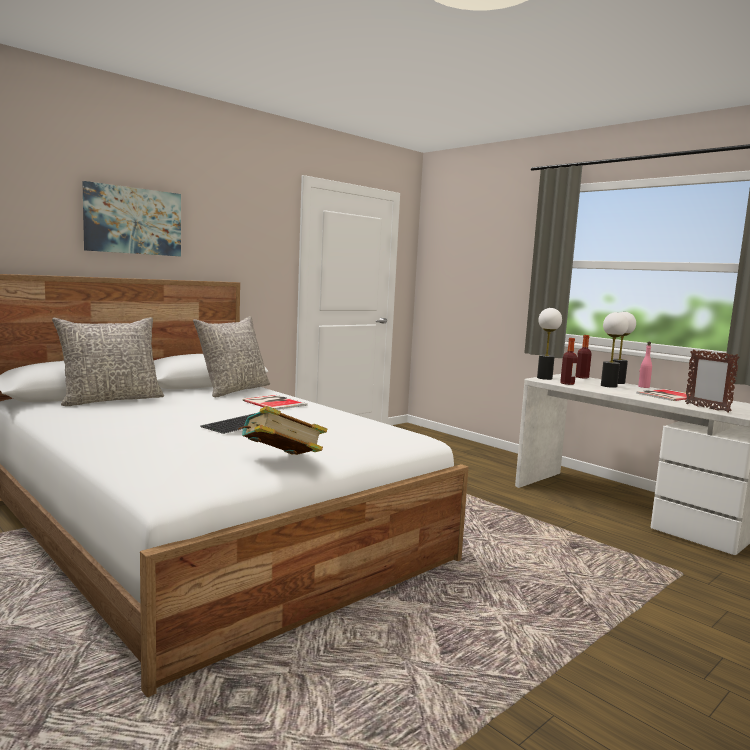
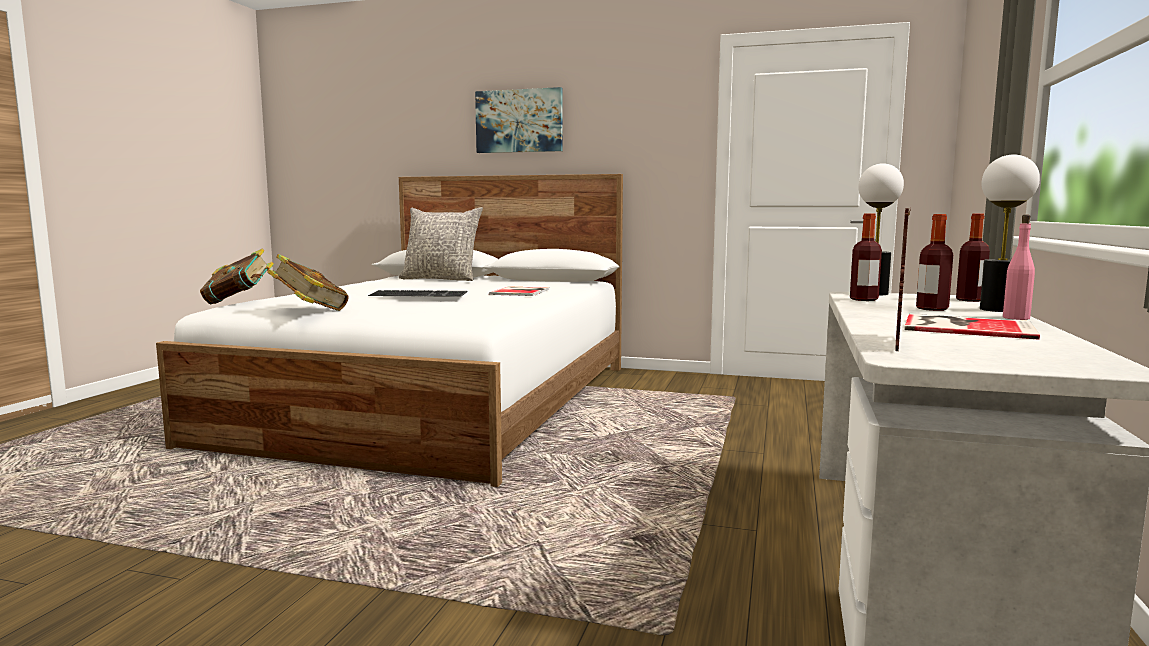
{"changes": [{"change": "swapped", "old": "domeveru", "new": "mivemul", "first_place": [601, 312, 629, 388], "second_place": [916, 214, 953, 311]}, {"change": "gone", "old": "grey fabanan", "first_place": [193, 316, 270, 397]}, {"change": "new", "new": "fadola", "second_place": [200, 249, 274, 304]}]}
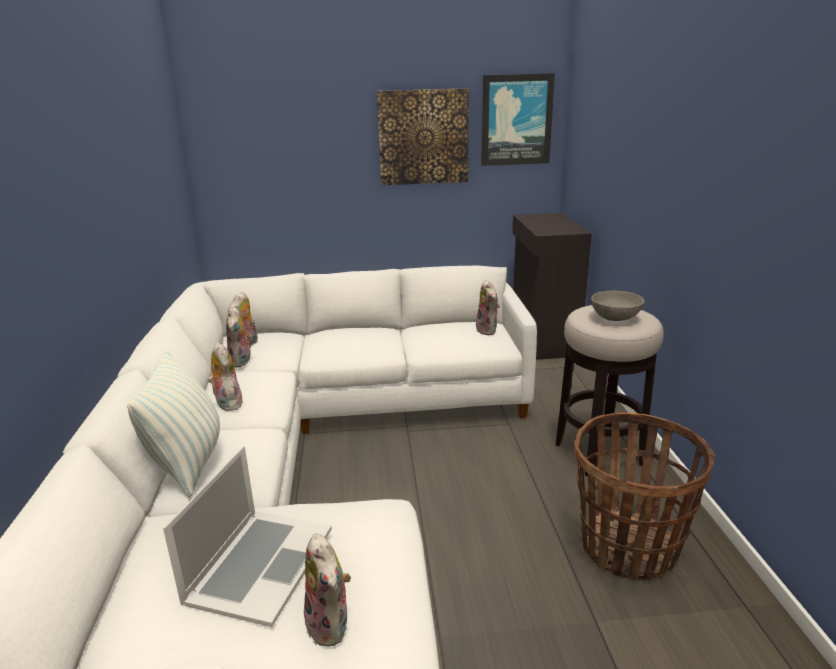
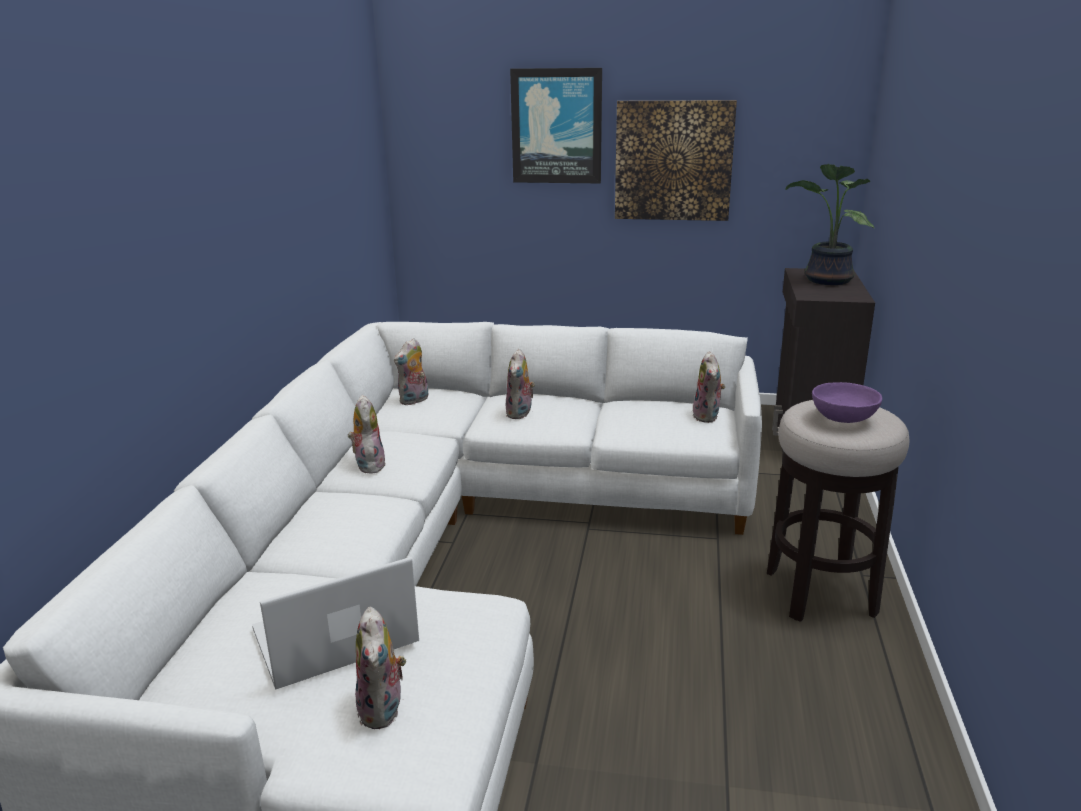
{"changes": [{"change": "shifted", "old": "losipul", "first_place": [481, 73, 555, 166], "second_place": [510, 68, 602, 183]}, {"change": "repainted", "old": "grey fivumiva", "new": "purple fivumiva", "first_place": [591, 291, 645, 321], "second_place": [812, 382, 882, 423]}, {"change": "shifted", "old": "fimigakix", "first_place": [226, 306, 252, 368], "second_place": [506, 349, 535, 419]}, {"change": "gone", "old": "fabanan", "first_place": [127, 349, 220, 497]}, {"change": "gone", "old": "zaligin", "first_place": [574, 412, 715, 580]}, {"change": "rotated", "old": "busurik", "first_place": [163, 446, 332, 627], "second_place": [252, 557, 419, 689], "degrees": -150}, {"change": "new", "new": "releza", "second_place": [786, 164, 874, 285]}]}
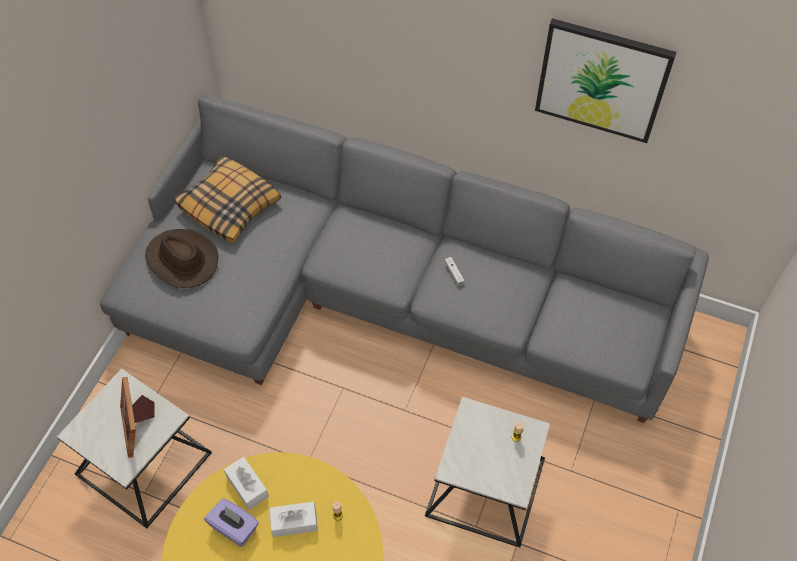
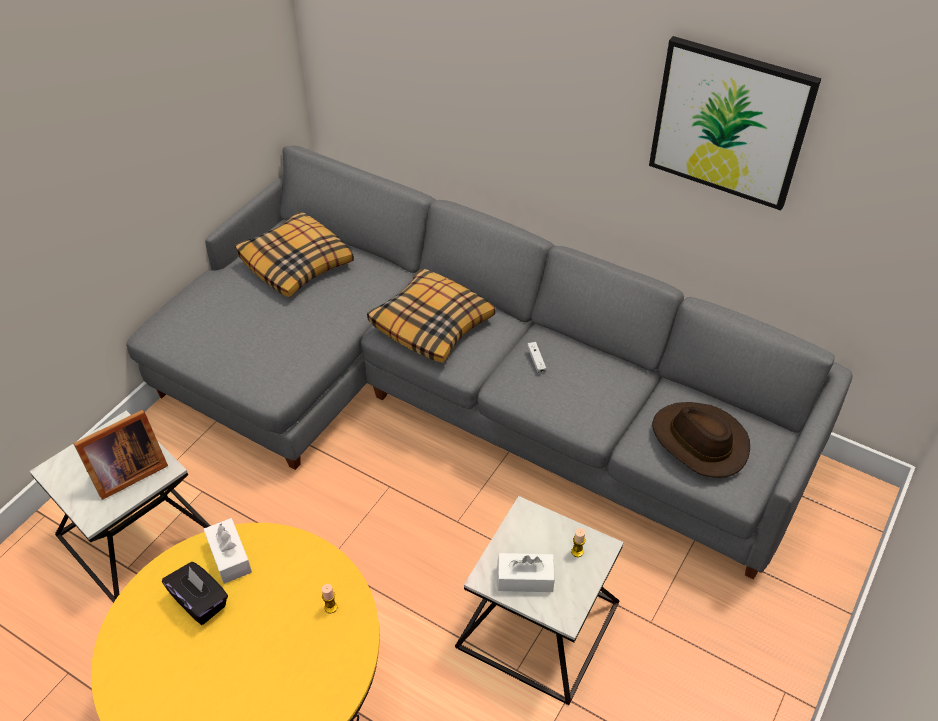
{"changes": [{"change": "shifted", "old": "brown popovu", "first_place": [145, 229, 218, 288], "second_place": [652, 402, 750, 478]}, {"change": "rotated", "old": "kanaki", "first_place": [120, 377, 155, 458], "second_place": [73, 410, 168, 500], "degrees": -120}, {"change": "repainted", "old": "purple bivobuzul", "new": "black bivobuzul", "first_place": [204, 498, 259, 547], "second_place": [162, 562, 228, 625]}, {"change": "shifted", "old": "white bivobuzul", "first_place": [269, 502, 318, 537], "second_place": [497, 553, 555, 592]}, {"change": "new", "new": "fabanan", "second_place": [367, 268, 495, 363]}]}
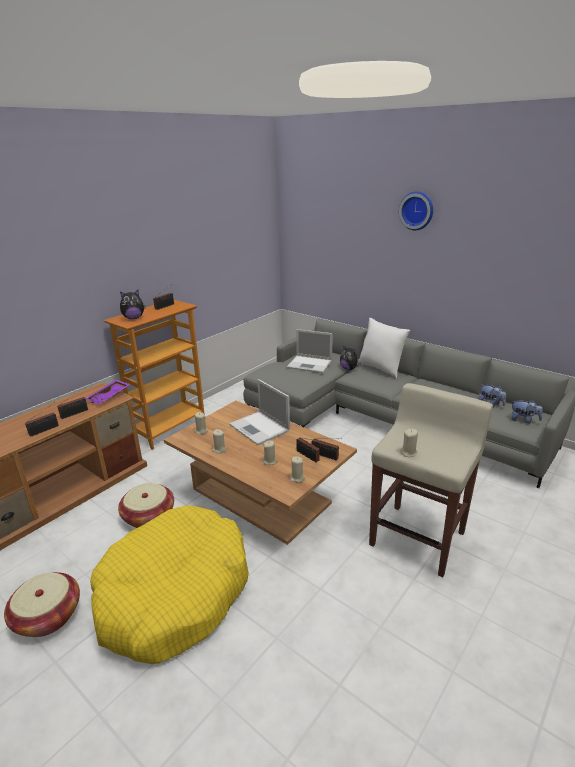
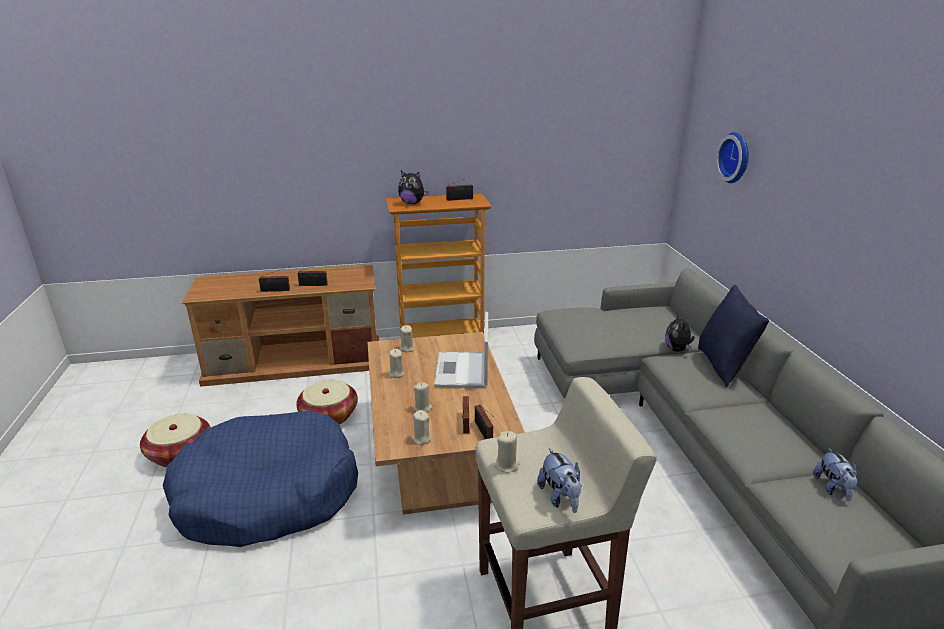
{"changes": [{"change": "shifted", "old": "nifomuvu", "first_place": [399, 191, 433, 230], "second_place": [716, 132, 749, 183]}, {"change": "repainted", "old": "white fabanan", "new": "blue fabanan", "first_place": [358, 318, 410, 378], "second_place": [698, 285, 769, 387]}, {"change": "gone", "old": "busurik", "first_place": [287, 329, 333, 373]}, {"change": "gone", "old": "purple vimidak", "first_place": [85, 380, 130, 404]}, {"change": "shifted", "old": "fimigakix", "first_place": [511, 400, 543, 424], "second_place": [537, 448, 582, 513]}, {"change": "repainted", "old": "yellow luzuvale", "new": "blue luzuvale", "first_place": [90, 505, 249, 664], "second_place": [163, 411, 358, 547]}]}
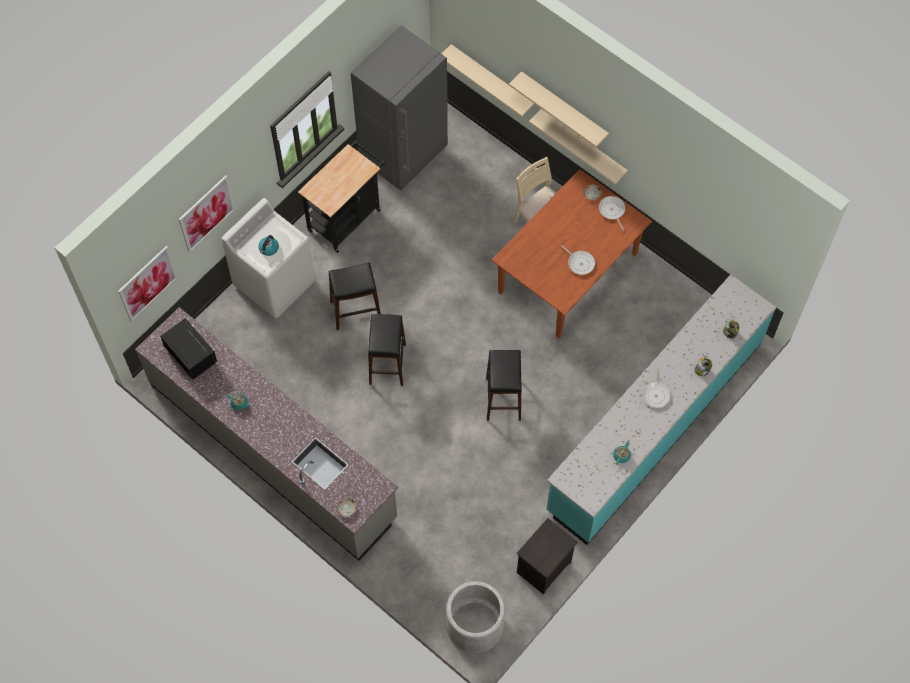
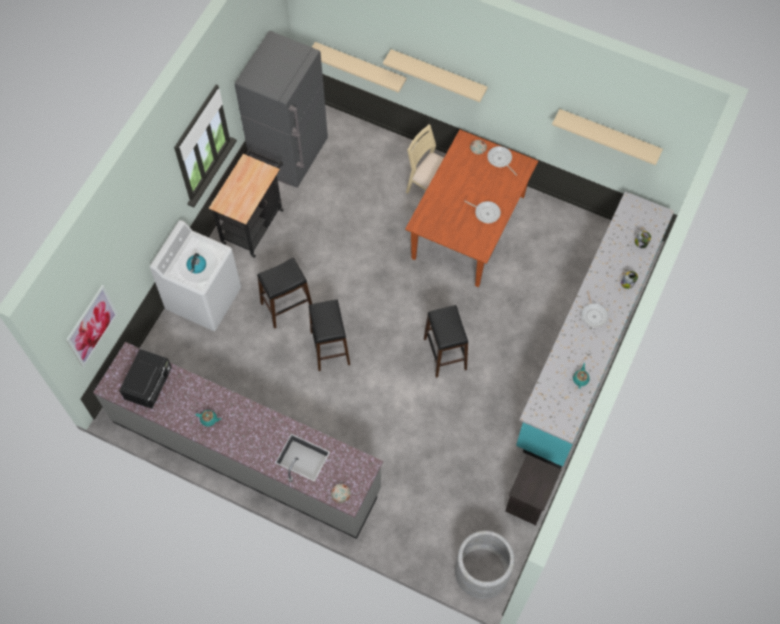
{"changes": [{"change": "shifted", "old": "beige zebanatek", "first_place": [529, 109, 628, 184], "second_place": [552, 109, 663, 165]}, {"change": "gone", "old": "losipul", "first_place": [179, 175, 235, 252]}, {"change": "rotated", "old": "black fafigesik", "first_place": [160, 318, 218, 380], "second_place": [119, 349, 172, 409], "degrees": 75}]}
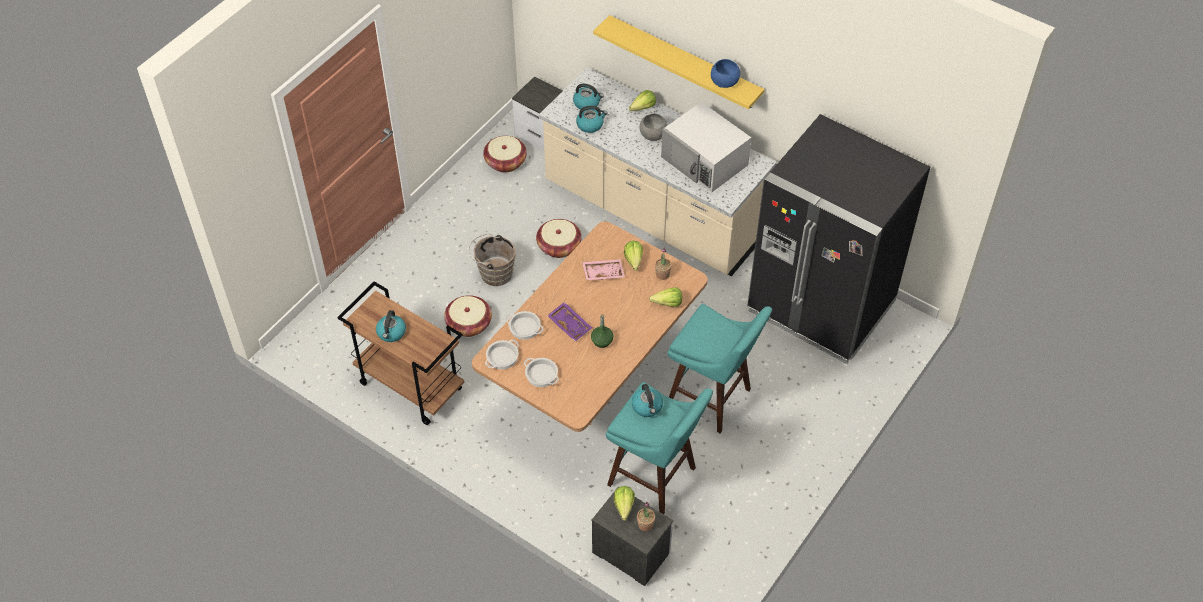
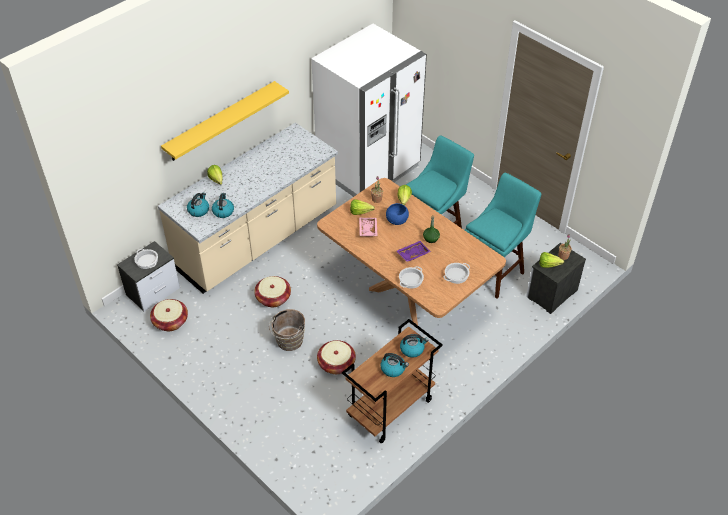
{"changes": [{"change": "shifted", "old": "blue fivumiva", "first_place": [711, 59, 740, 88], "second_place": [386, 203, 409, 225]}, {"change": "gone", "old": "white fafigesik", "first_place": [661, 102, 751, 192]}, {"change": "gone", "old": "grey fivumiva", "first_place": [639, 114, 667, 141]}, {"change": "repainted", "old": "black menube", "new": "white menube", "first_place": [747, 114, 930, 364], "second_place": [311, 24, 427, 197]}, {"change": "shifted", "old": "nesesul", "first_place": [485, 340, 519, 370], "second_place": [134, 249, 158, 269]}, {"change": "shifted", "old": "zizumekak", "first_place": [632, 384, 663, 417], "second_place": [400, 334, 428, 358]}]}
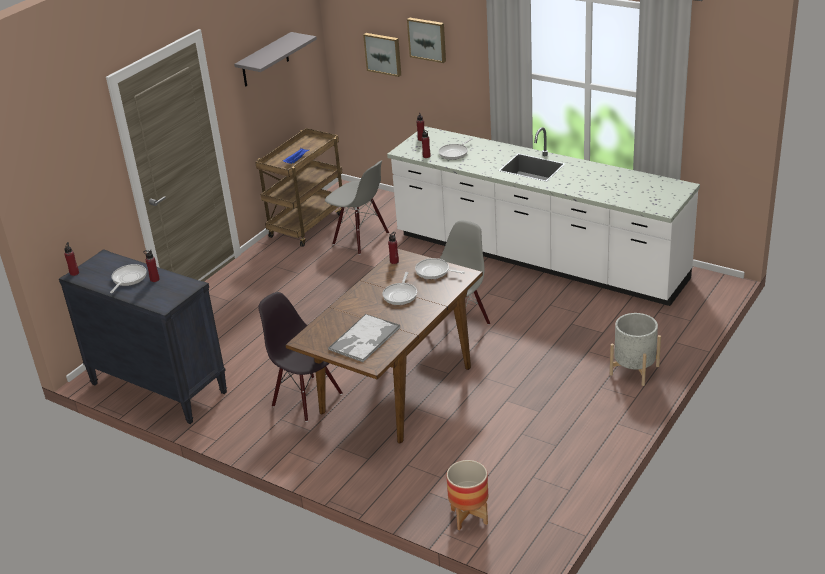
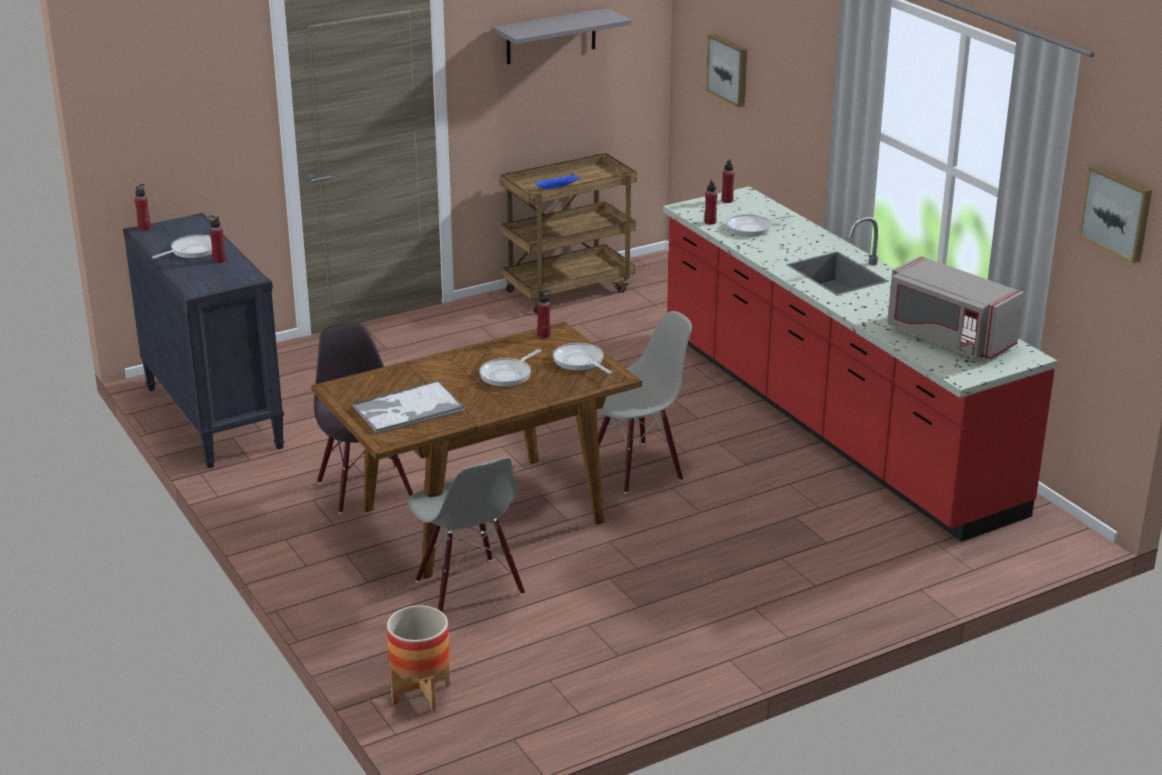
{"changes": [{"change": "shifted", "old": "losipul", "first_place": [407, 18, 446, 63], "second_place": [1078, 165, 1152, 264]}, {"change": "repainted", "old": "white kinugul", "new": "red kinugul", "first_place": [387, 126, 700, 306], "second_place": [663, 187, 1057, 542]}, {"change": "shifted", "old": "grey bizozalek", "first_place": [325, 161, 389, 255], "second_place": [408, 457, 525, 612]}, {"change": "gone", "old": "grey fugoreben", "first_place": [610, 313, 661, 386]}, {"change": "new", "new": "grey fafigesik", "second_place": [887, 256, 1024, 359]}]}
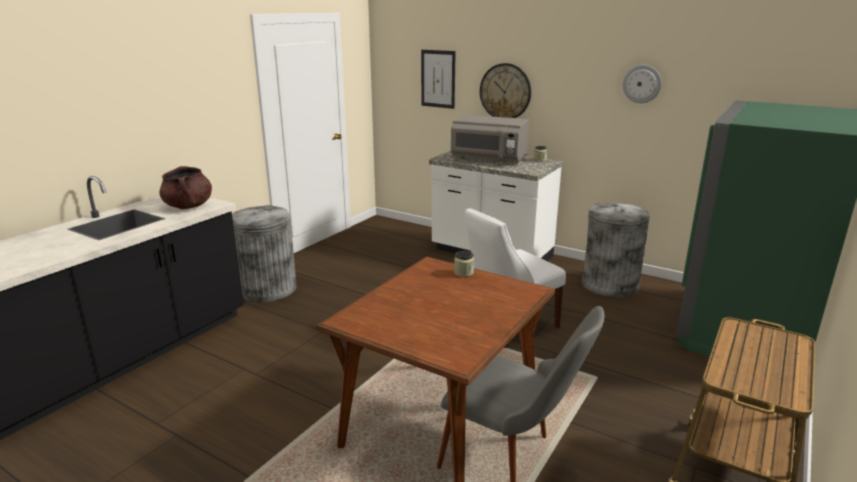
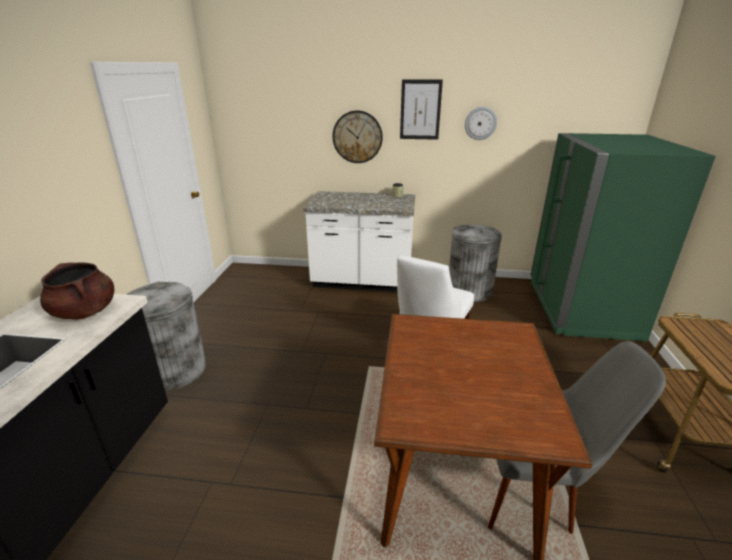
{"changes": [{"change": "shifted", "old": "losipul", "first_place": [421, 50, 456, 109], "second_place": [400, 79, 443, 140]}, {"change": "gone", "old": "grey fafigesik", "first_place": [451, 115, 530, 163]}, {"change": "gone", "old": "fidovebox", "first_place": [454, 251, 474, 277]}]}
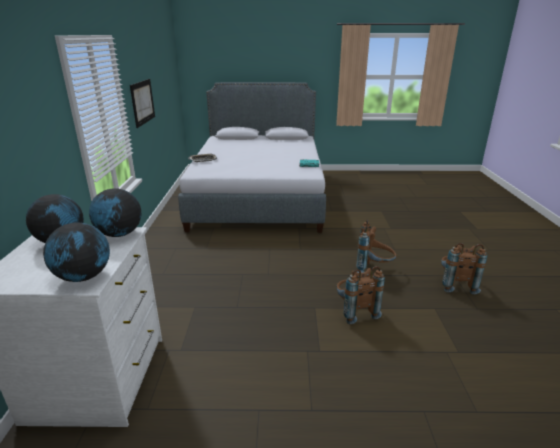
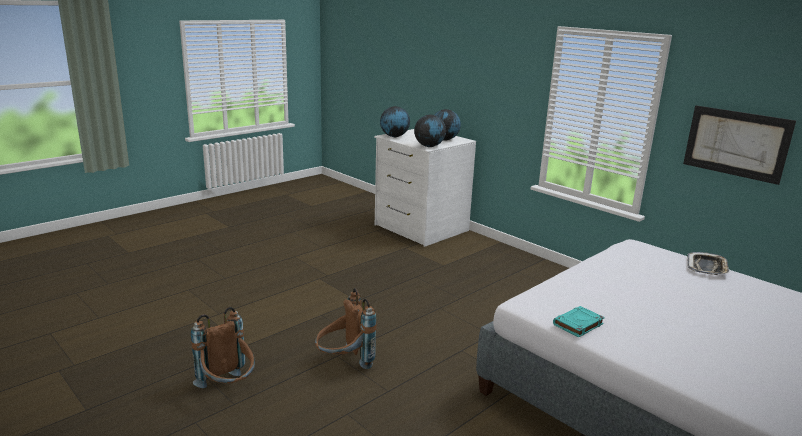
{"changes": [{"change": "gone", "old": "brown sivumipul", "first_place": [336, 266, 385, 324]}]}
